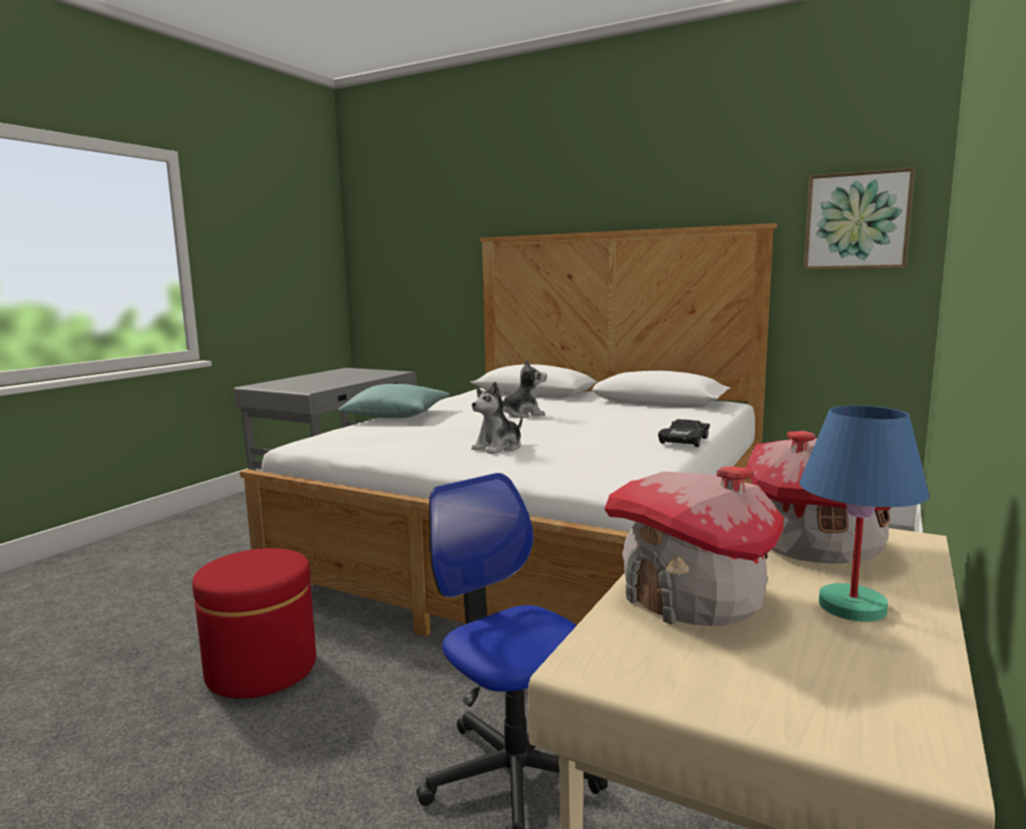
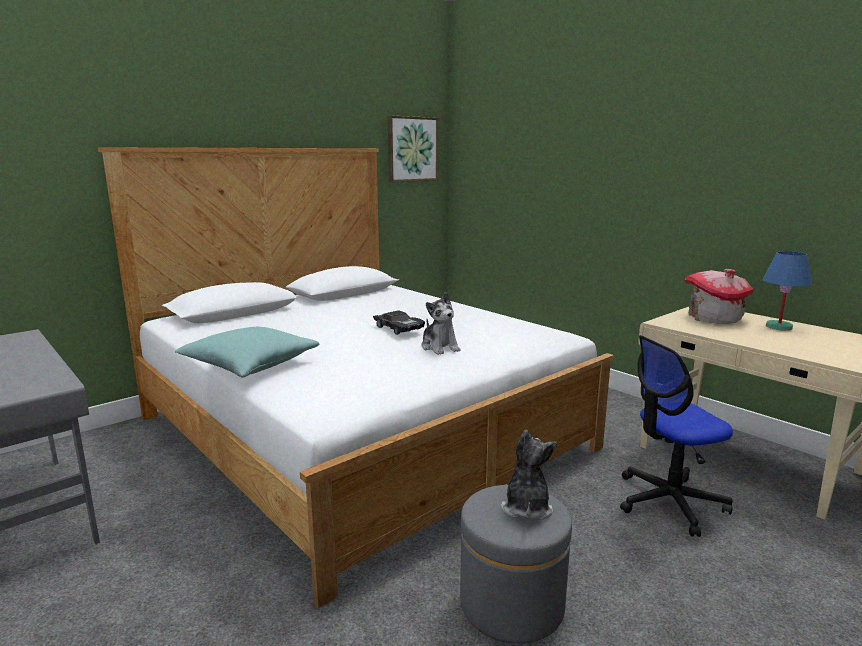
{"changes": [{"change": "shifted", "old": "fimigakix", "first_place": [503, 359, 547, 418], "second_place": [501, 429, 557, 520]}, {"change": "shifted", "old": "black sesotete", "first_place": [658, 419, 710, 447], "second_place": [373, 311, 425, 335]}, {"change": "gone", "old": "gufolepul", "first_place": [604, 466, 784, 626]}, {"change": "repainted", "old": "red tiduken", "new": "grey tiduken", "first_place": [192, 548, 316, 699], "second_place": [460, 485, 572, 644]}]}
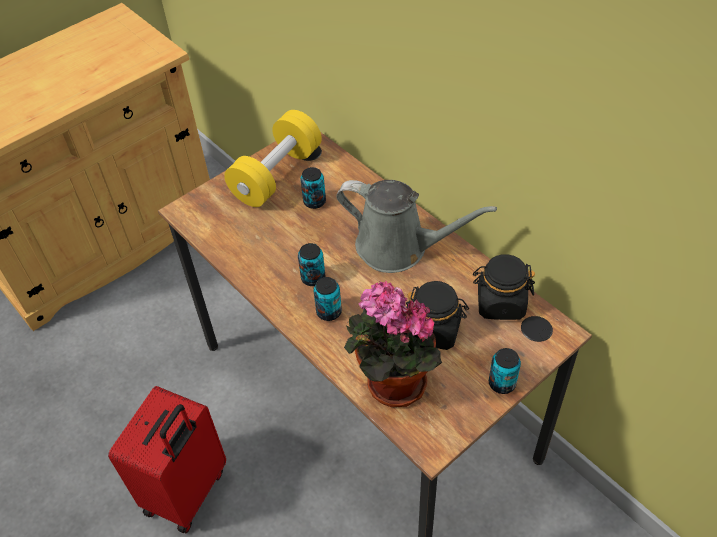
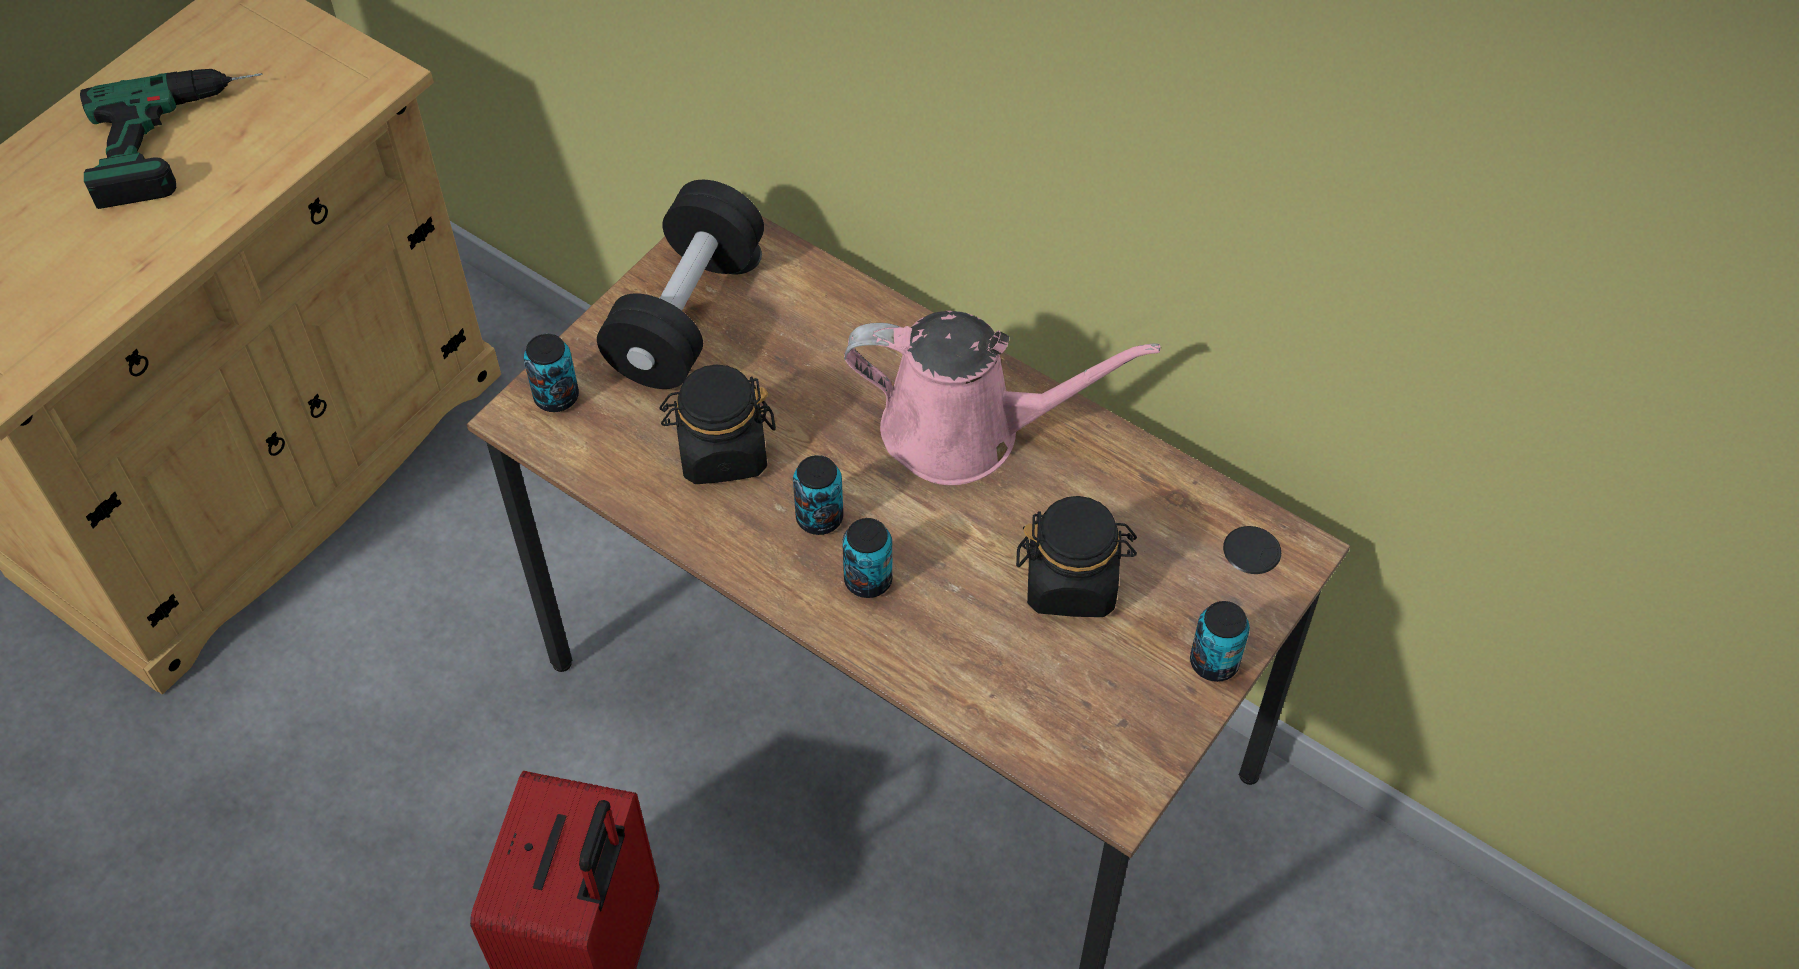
{"changes": [{"change": "repainted", "old": "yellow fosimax", "new": "black fosimax", "first_place": [224, 110, 322, 207], "second_place": [597, 180, 764, 389]}, {"change": "shifted", "old": "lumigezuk", "first_place": [300, 167, 326, 209], "second_place": [524, 334, 579, 412]}, {"change": "repainted", "old": "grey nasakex", "new": "pink nasakex", "first_place": [336, 180, 497, 273], "second_place": [844, 311, 1161, 485]}, {"change": "shifted", "old": "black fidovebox", "first_place": [473, 254, 535, 320], "second_place": [659, 364, 776, 484]}, {"change": "gone", "old": "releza", "first_place": [344, 281, 442, 407]}, {"change": "new", "new": "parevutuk", "second_place": [80, 69, 263, 209]}]}
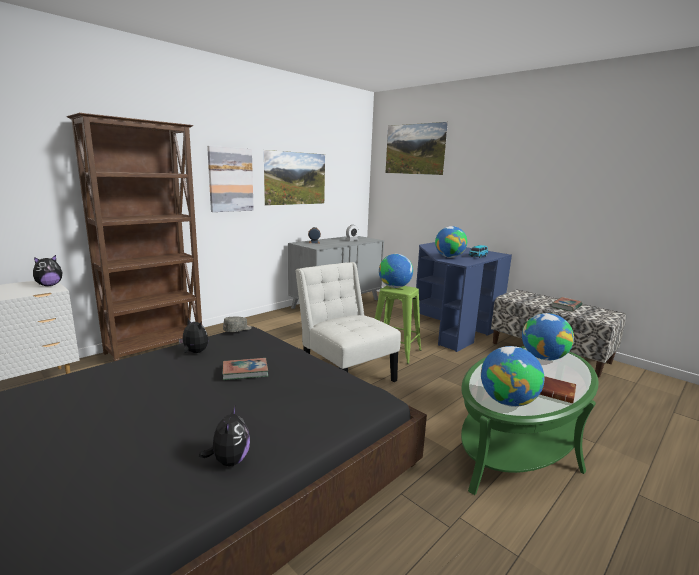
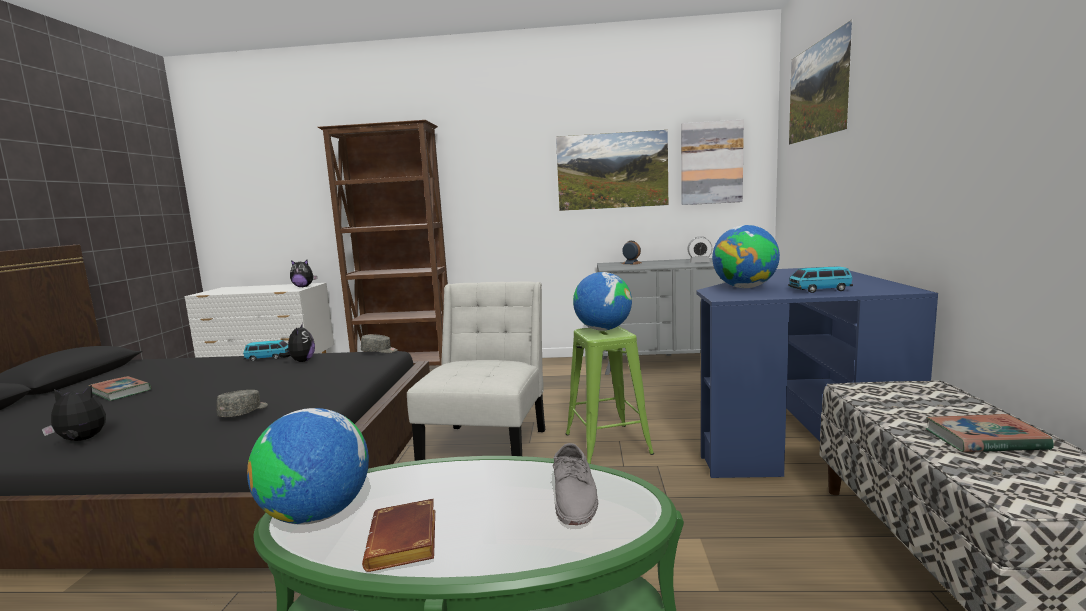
{"changes": [{"change": "shifted", "old": "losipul", "first_place": [207, 146, 254, 212], "second_place": [681, 119, 744, 205]}, {"change": "swapped", "old": "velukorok", "new": "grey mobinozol", "first_place": [522, 313, 574, 360], "second_place": [553, 443, 598, 525]}, {"change": "shifted", "old": "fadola", "first_place": [223, 358, 268, 380], "second_place": [88, 376, 151, 401]}, {"change": "rotated", "old": "fimigakix", "first_place": [199, 406, 250, 466], "second_place": [42, 385, 106, 441], "degrees": -150}, {"change": "new", "new": "sesotete", "second_place": [243, 340, 288, 361]}, {"change": "new", "new": "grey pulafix", "second_place": [216, 390, 268, 417]}]}
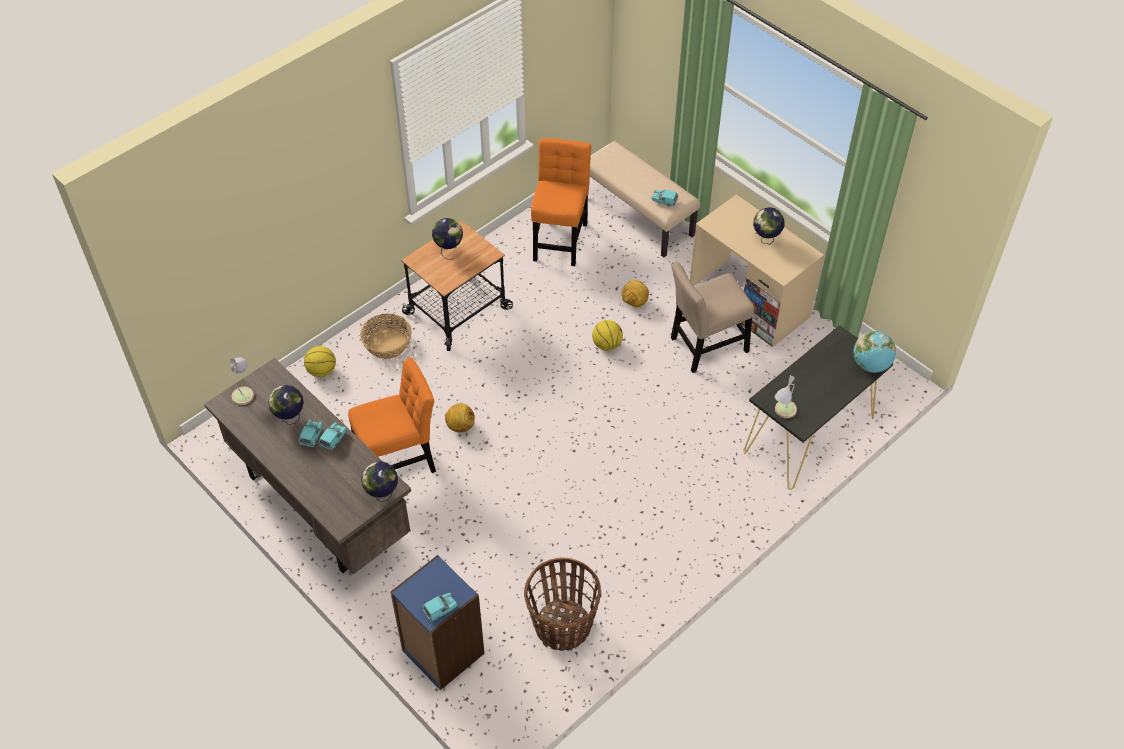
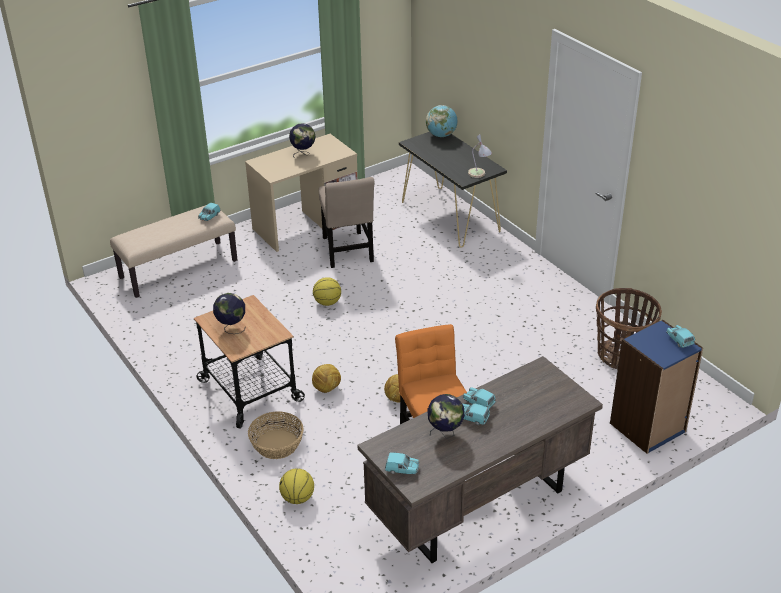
{"changes": [{"change": "gone", "old": "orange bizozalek", "first_place": [531, 138, 591, 266]}, {"change": "shifted", "old": "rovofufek", "first_place": [622, 280, 649, 308], "second_place": [312, 364, 341, 393]}, {"change": "swapped", "old": "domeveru", "new": "turquoise sesotete", "first_place": [230, 357, 254, 405], "second_place": [385, 452, 419, 474]}, {"change": "gone", "old": "velukorok", "first_place": [361, 461, 398, 502]}]}
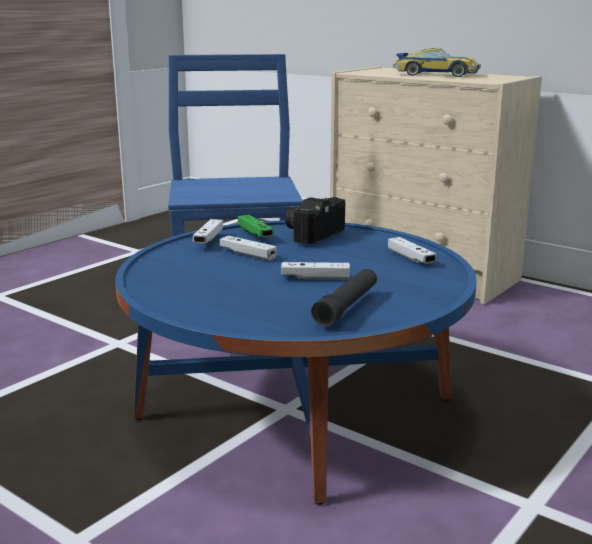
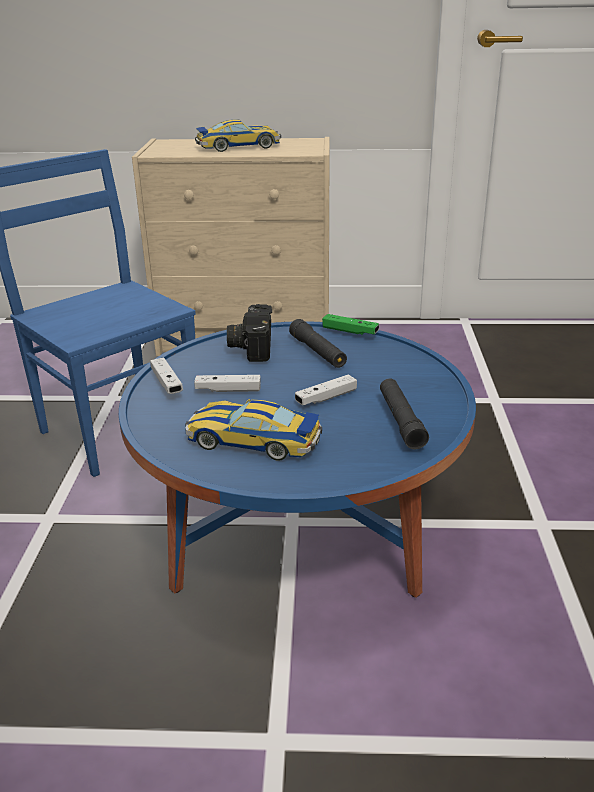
{"changes": [{"change": "shifted", "old": "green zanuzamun", "first_place": [238, 215, 274, 238], "second_place": [322, 314, 379, 335]}, {"change": "gone", "old": "white zanuzamun", "first_place": [388, 237, 436, 264]}, {"change": "new", "new": "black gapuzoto", "second_place": [289, 319, 347, 368]}, {"change": "new", "new": "sesotete", "second_place": [185, 399, 322, 461]}]}
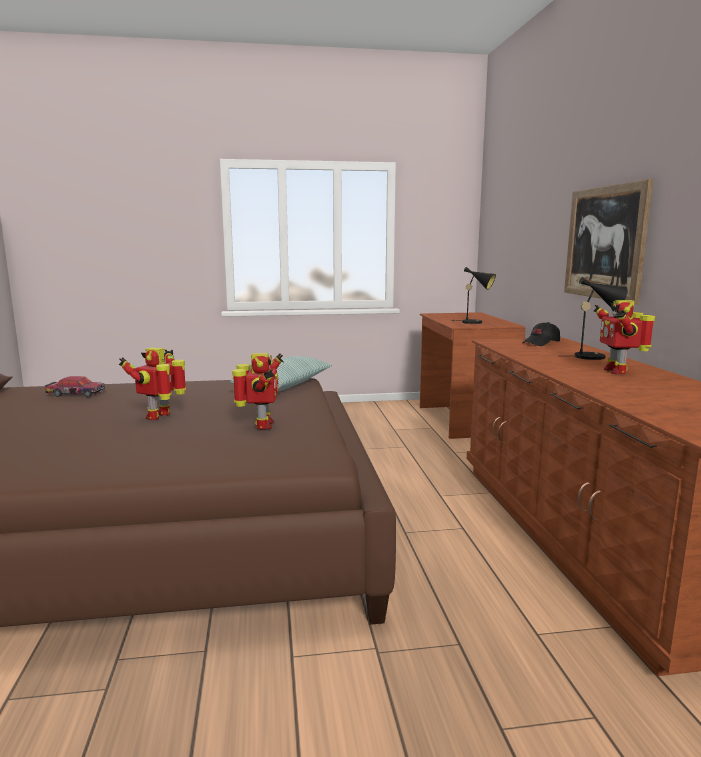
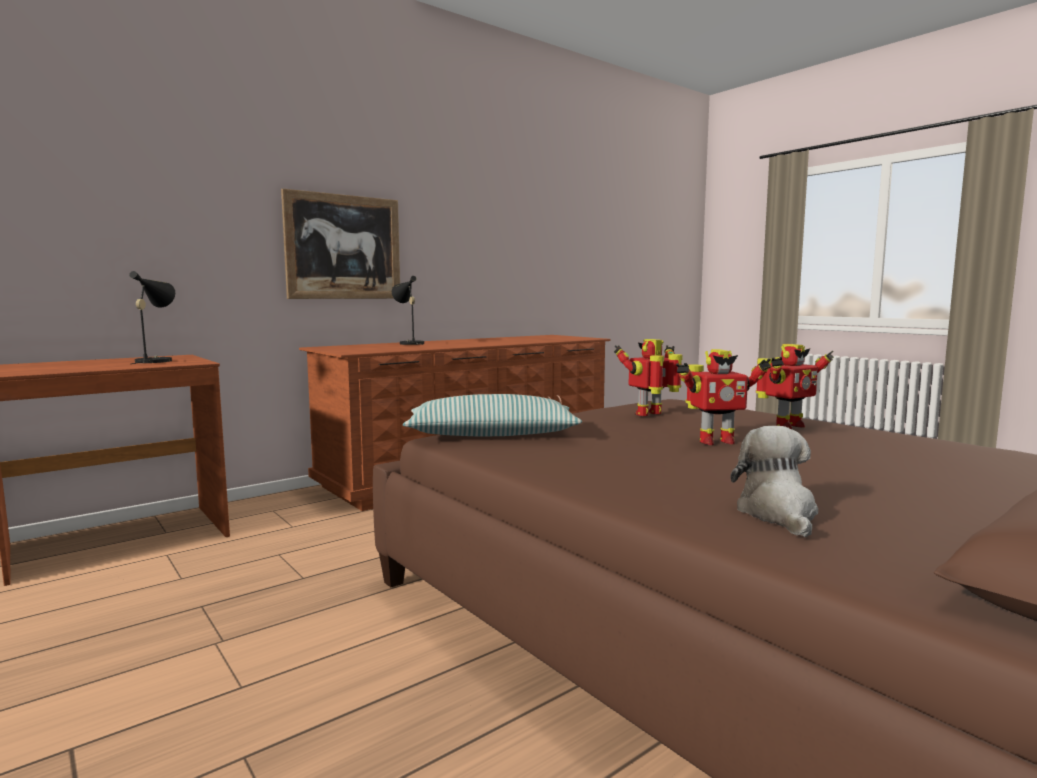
{"changes": [{"change": "shifted", "old": "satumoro", "first_place": [594, 300, 655, 374], "second_place": [756, 344, 834, 429]}, {"change": "gone", "old": "black pulafix", "first_place": [523, 322, 560, 346]}, {"change": "swapped", "old": "sesotete", "new": "fimigakix", "first_place": [45, 376, 105, 398], "second_place": [730, 426, 818, 537]}]}
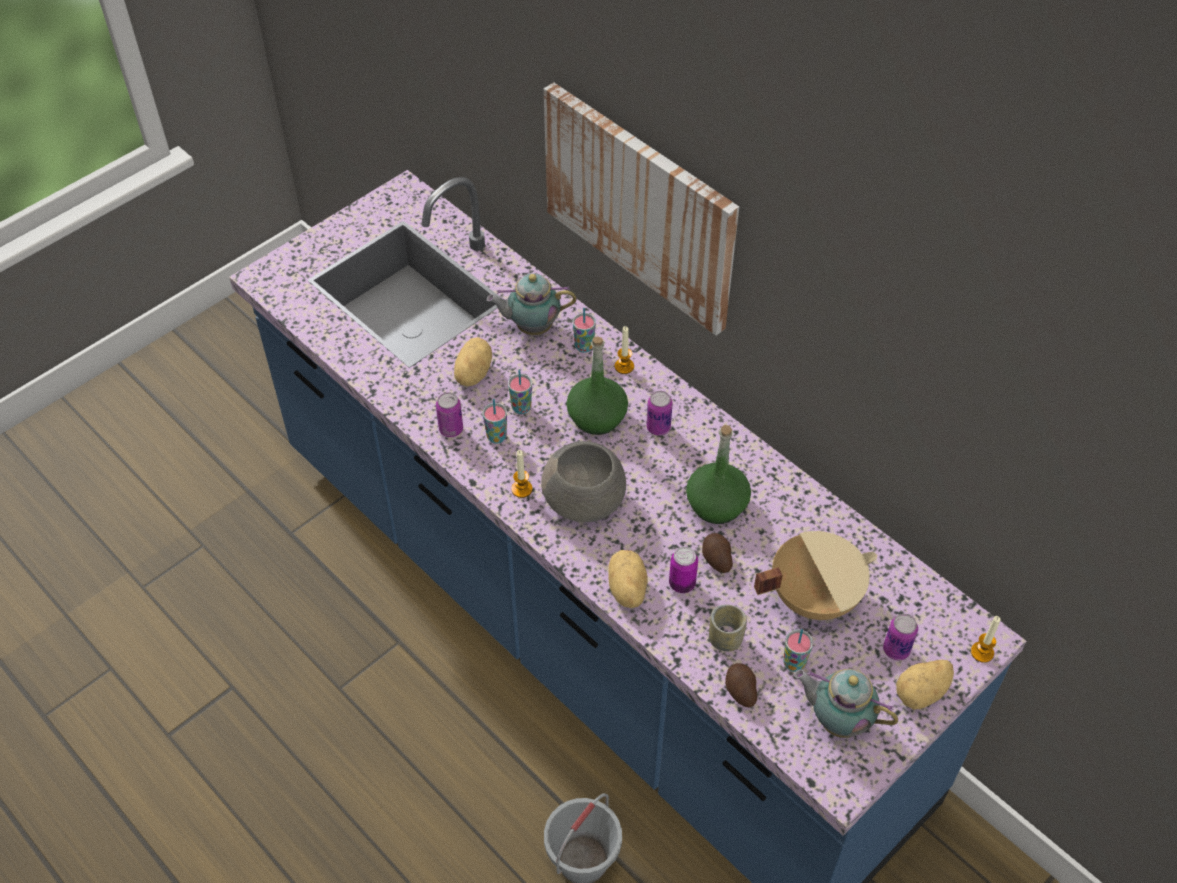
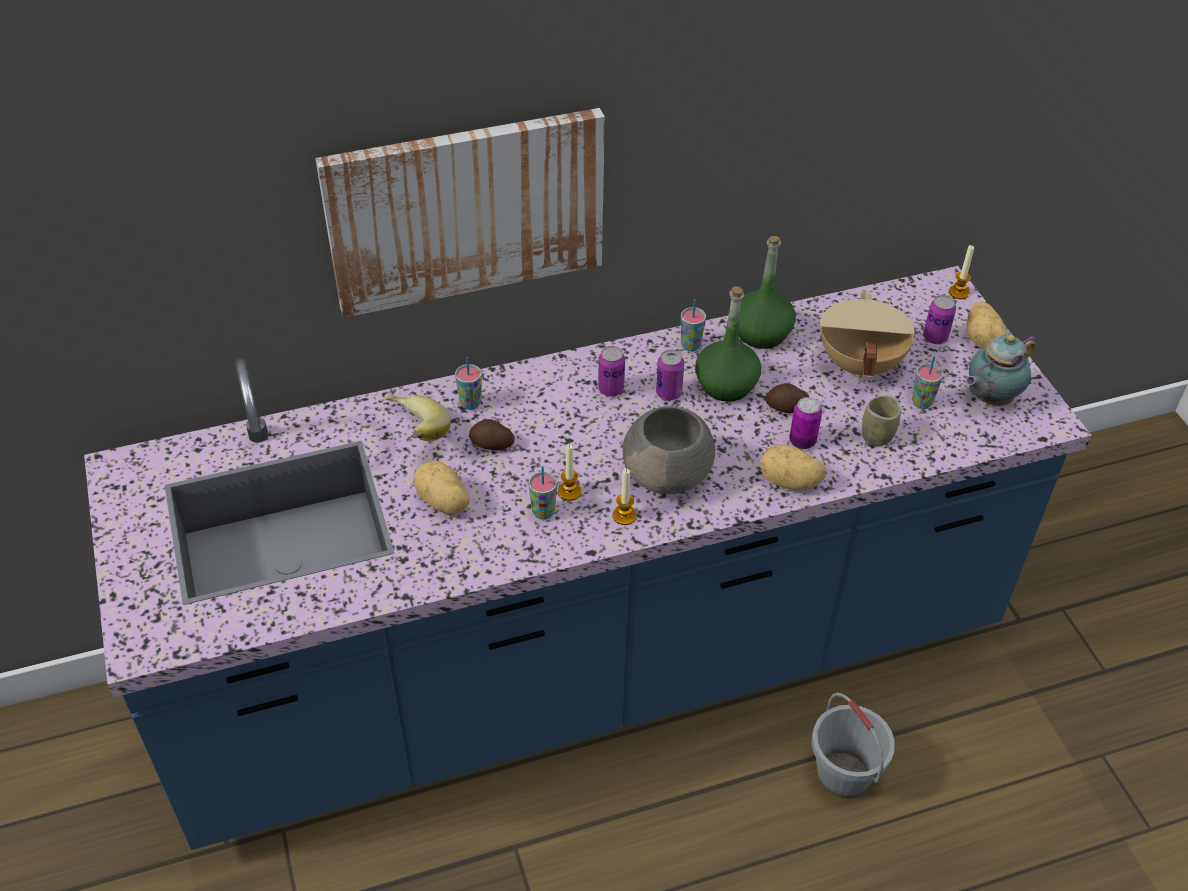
{"changes": [{"change": "swapped", "old": "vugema", "new": "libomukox", "first_place": [487, 273, 576, 335], "second_place": [385, 393, 451, 441]}, {"change": "shifted", "old": "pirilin", "first_place": [615, 326, 634, 374], "second_place": [558, 444, 581, 501]}, {"change": "shifted", "old": "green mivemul", "first_place": [566, 336, 628, 435], "second_place": [739, 236, 796, 349]}, {"change": "shifted", "old": "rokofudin", "first_place": [508, 369, 532, 414], "second_place": [681, 299, 706, 352]}, {"change": "shifted", "old": "lumigezuk", "first_place": [436, 392, 463, 437], "second_place": [656, 350, 684, 400]}, {"change": "shifted", "old": "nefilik", "first_place": [725, 663, 757, 707], "second_place": [469, 419, 515, 450]}]}
